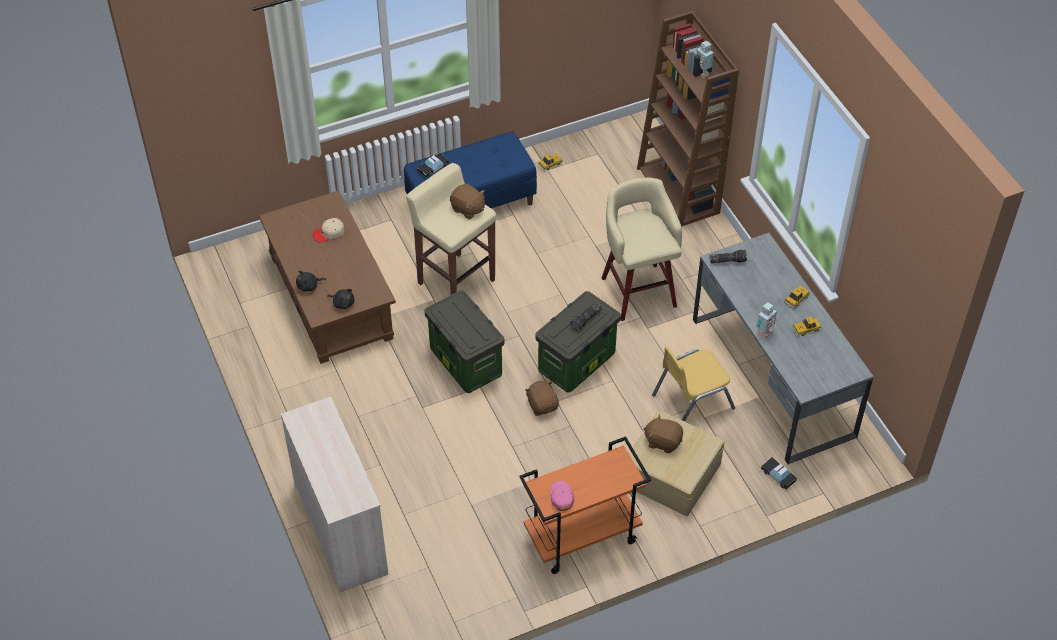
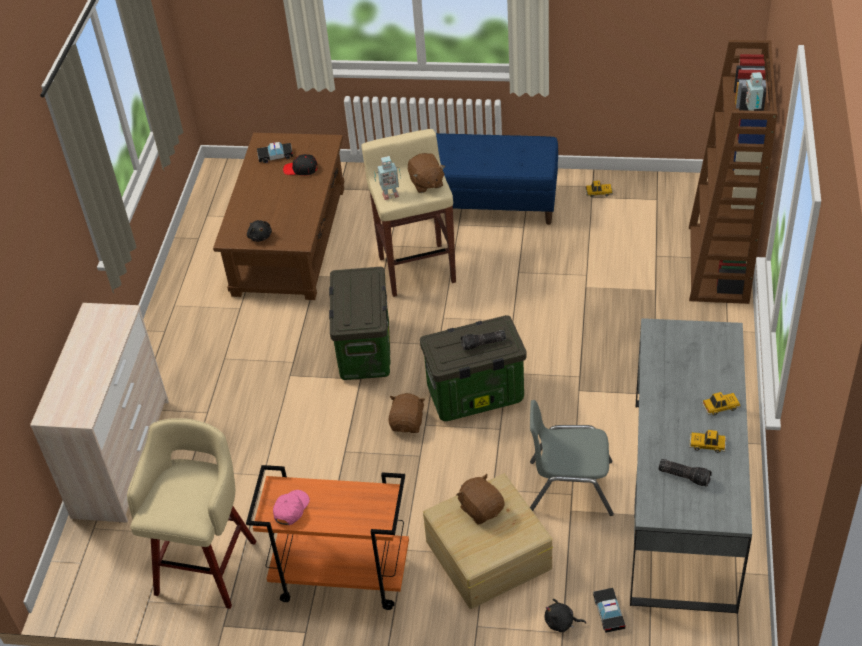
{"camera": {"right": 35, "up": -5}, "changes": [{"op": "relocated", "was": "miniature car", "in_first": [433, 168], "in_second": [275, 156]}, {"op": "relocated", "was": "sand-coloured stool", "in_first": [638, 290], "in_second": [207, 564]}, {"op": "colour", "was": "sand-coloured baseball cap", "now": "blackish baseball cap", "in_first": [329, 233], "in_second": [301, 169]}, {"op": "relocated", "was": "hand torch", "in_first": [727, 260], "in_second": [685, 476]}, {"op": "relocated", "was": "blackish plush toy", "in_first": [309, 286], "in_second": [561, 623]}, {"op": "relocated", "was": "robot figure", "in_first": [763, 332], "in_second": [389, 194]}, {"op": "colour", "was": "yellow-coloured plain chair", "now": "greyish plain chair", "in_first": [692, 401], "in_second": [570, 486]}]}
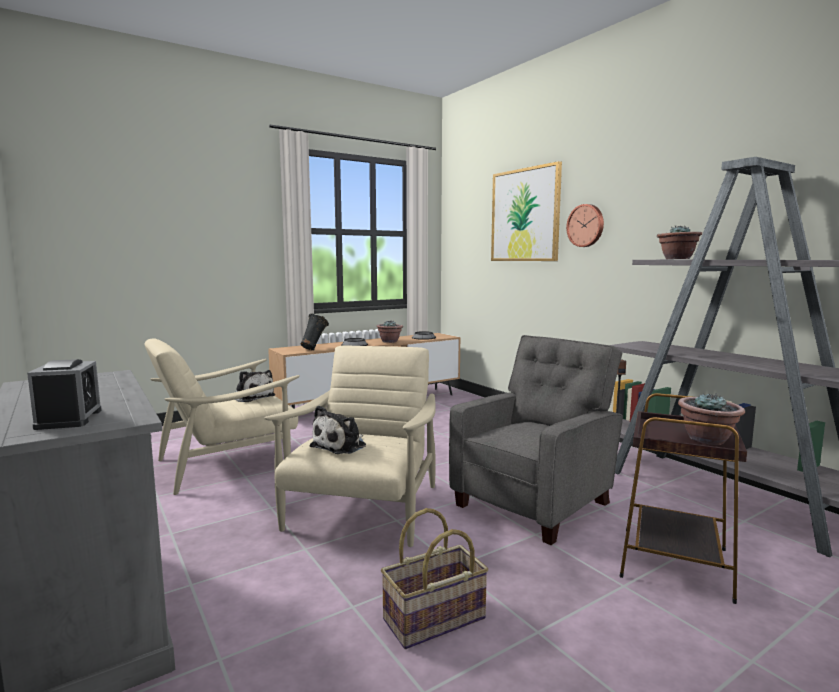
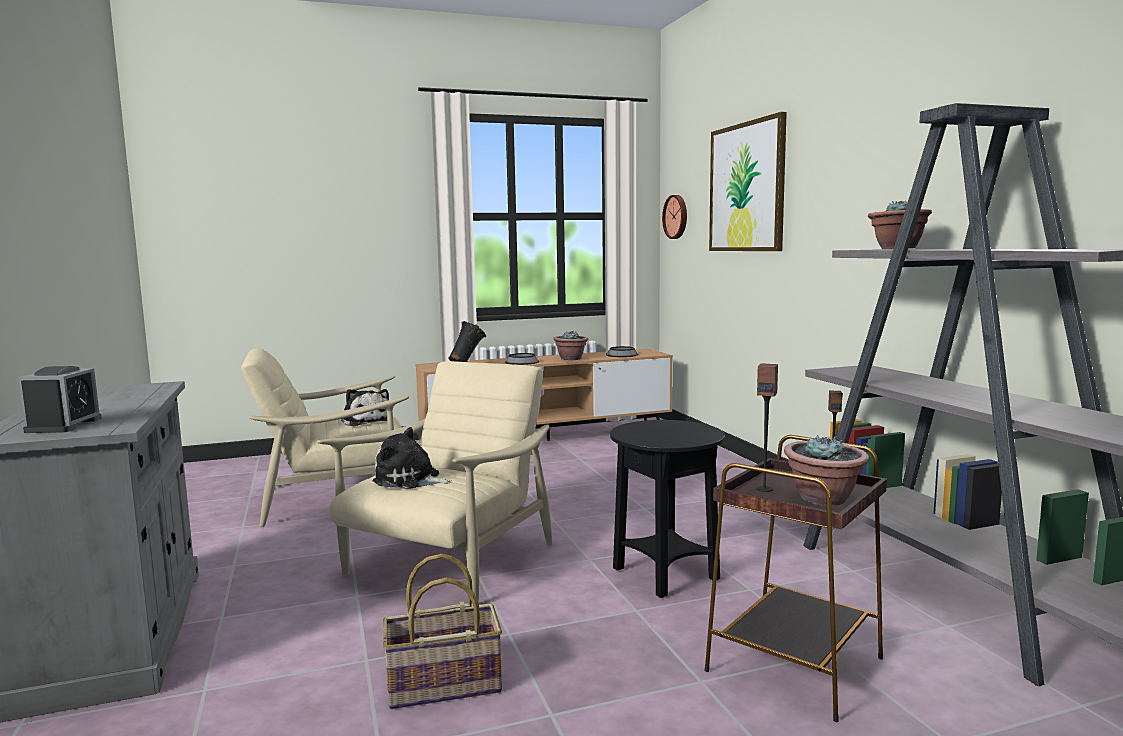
{"camera": {"right": 15, "up": 0}, "changes": [{"op": "relocated", "was": "hanging clock", "in_first": [586, 225], "in_second": [676, 217]}, {"op": "exchanged", "was": "greyish lounge chair", "now": "blackish end table", "in_first": [535, 503], "in_second": [666, 575]}, {"op": "spun", "was": "plush toy", "in_first": [341, 446], "in_second": [410, 480], "clockwise": 60}, {"op": "appeared", "now": "audio speaker", "in_second": [764, 489]}]}
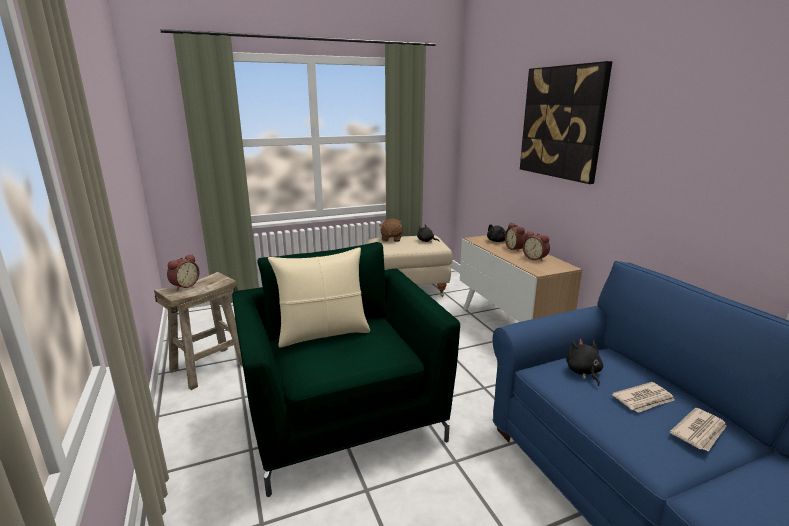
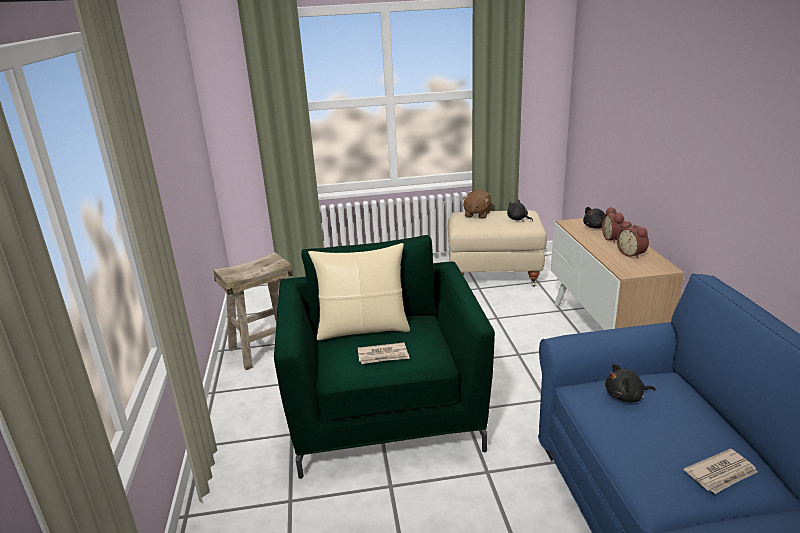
{"camera": {"right": 15, "up": 5}, "changes": [{"op": "missing", "was": "picture", "in_first": [562, 122]}, {"op": "missing", "was": "bedside clock", "in_first": [184, 285]}, {"op": "spun", "was": "blackish plush toy", "in_first": [583, 372], "in_second": [626, 396], "clockwise": -105}, {"op": "relocated", "was": "printed paper", "in_first": [644, 399], "in_second": [383, 355]}]}
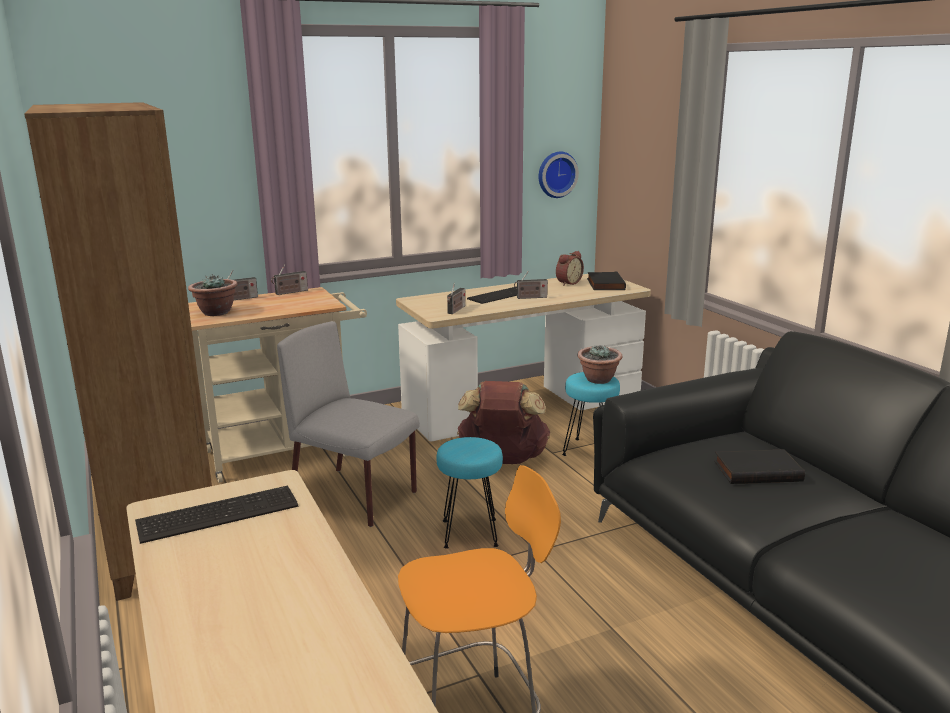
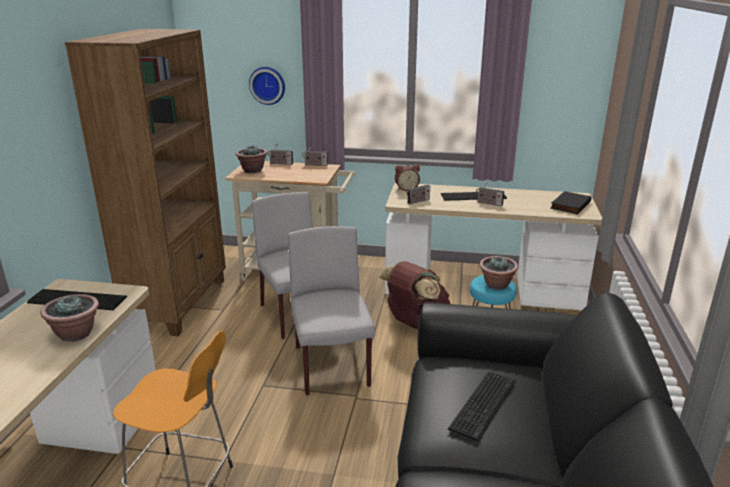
{"camera": {"right": 35, "up": 5}, "changes": [{"op": "relocated", "was": "hanging clock", "in_first": [556, 174], "in_second": [268, 85]}, {"op": "relocated", "was": "bedside clock", "in_first": [567, 283], "in_second": [406, 189]}, {"op": "exchanged", "was": "turquoise stool", "now": "greyish plain chair", "in_first": [470, 532], "in_second": [332, 367]}, {"op": "exchanged", "was": "blackish bound book", "now": "keyboard", "in_first": [757, 470], "in_second": [485, 404]}, {"op": "appeared", "now": "plant in a pot", "in_second": [76, 334]}]}
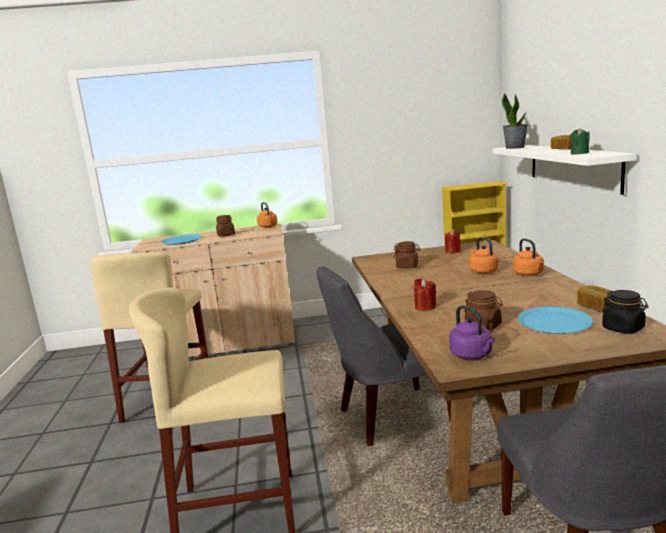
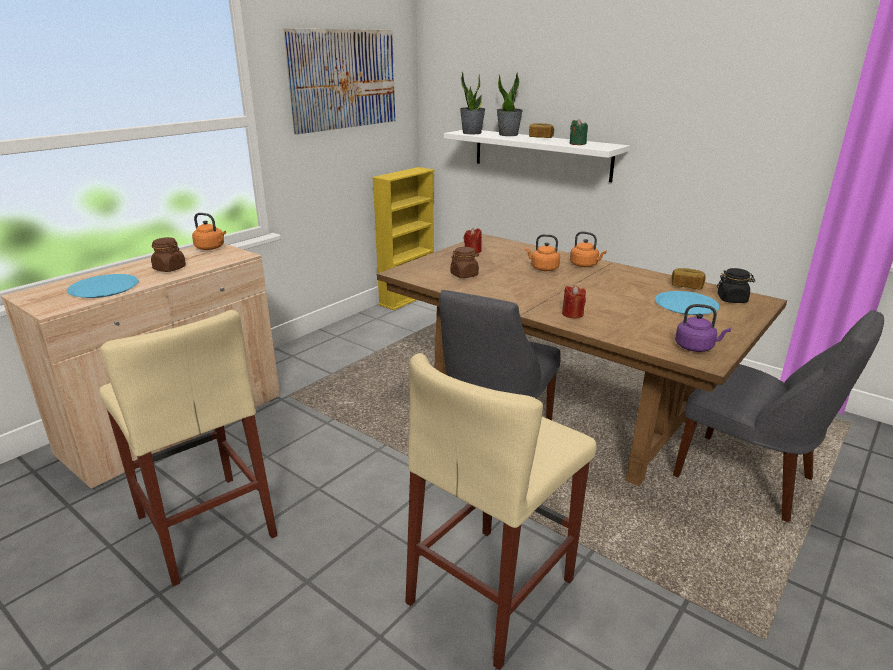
{"camera": {"right": -45, "up": 10}, "changes": [{"op": "missing", "was": "brown storage jar", "in_first": [483, 326]}, {"op": "appeared", "now": "picture", "in_second": [343, 79]}, {"op": "appeared", "now": "plant in a pot", "in_second": [508, 135]}]}
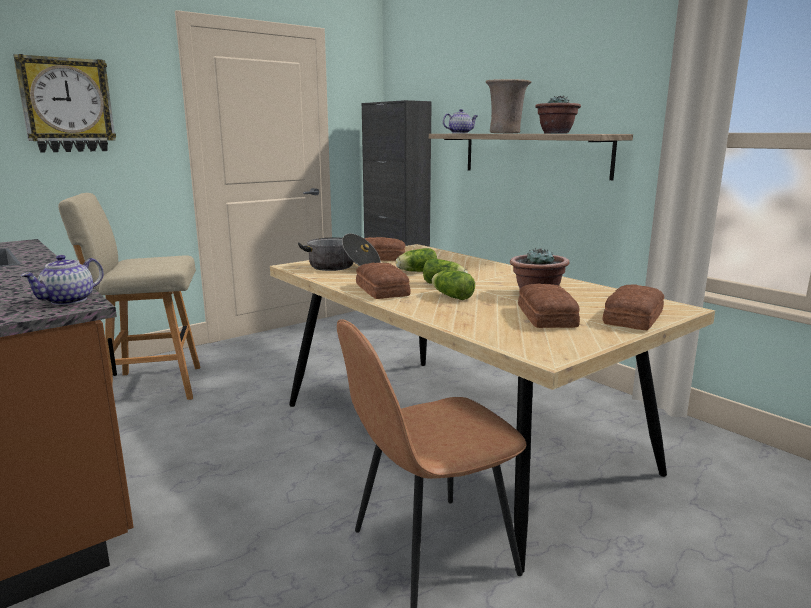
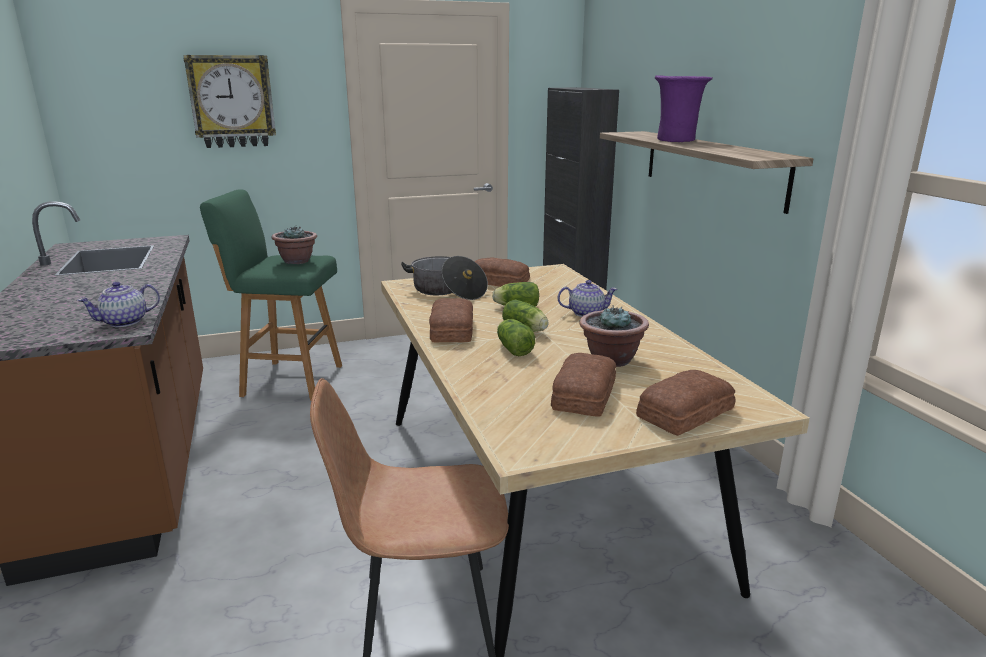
{"camera": {"right": 20, "up": 5}, "changes": [{"op": "colour", "was": "sand-coloured decorative vase", "now": "purplish decorative vase", "in_first": [506, 133], "in_second": [677, 140]}, {"op": "relocated", "was": "plant in a pot", "in_first": [555, 133], "in_second": [297, 261]}, {"op": "relocated", "was": "pot for tea", "in_first": [460, 133], "in_second": [586, 313]}, {"op": "colour", "was": "sand-coloured stool", "now": "greenish stool", "in_first": [151, 386], "in_second": [289, 380]}]}
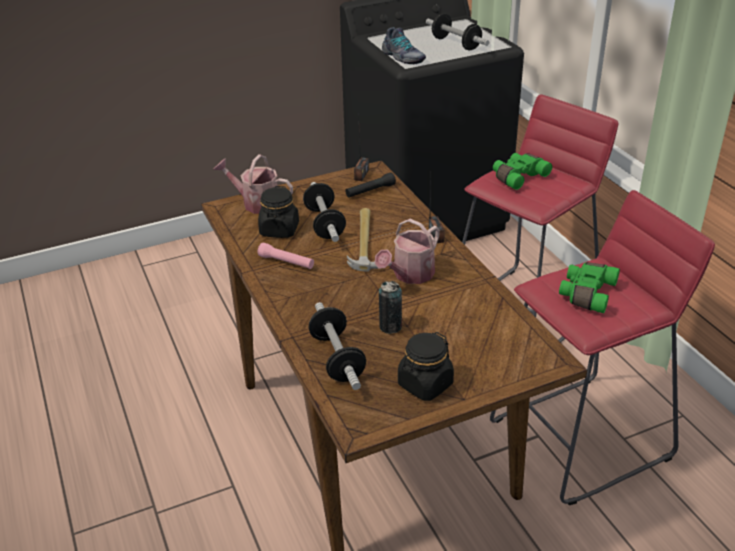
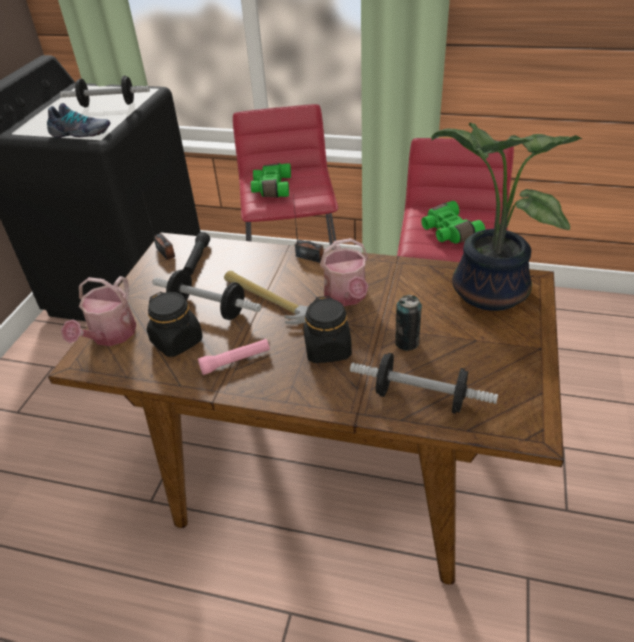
{"camera": {"right": -50, "up": 5}, "changes": [{"op": "spun", "was": "watering pot", "in_first": [256, 203], "in_second": [110, 336], "clockwise": -45}, {"op": "relocated", "was": "blackish storage jar", "in_first": [425, 384], "in_second": [328, 349]}, {"op": "appeared", "now": "plant in a pot", "in_second": [484, 291]}]}
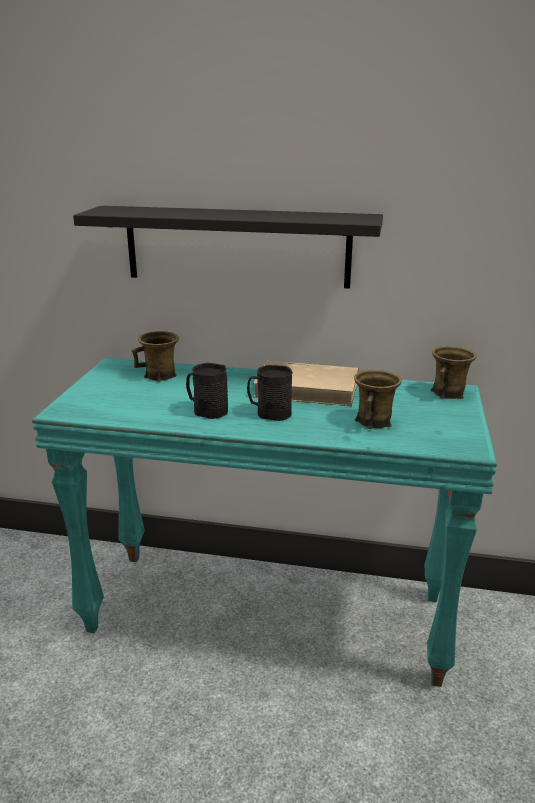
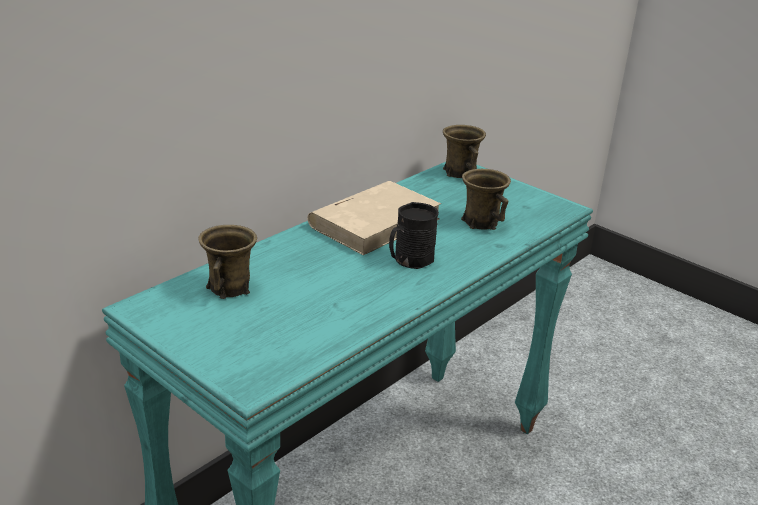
{"camera": {"right": -60, "up": 5}, "changes": [{"op": "missing", "was": "blackish bracket shelf", "in_first": [237, 246]}, {"op": "missing", "was": "blackish mug", "in_first": [206, 410]}]}
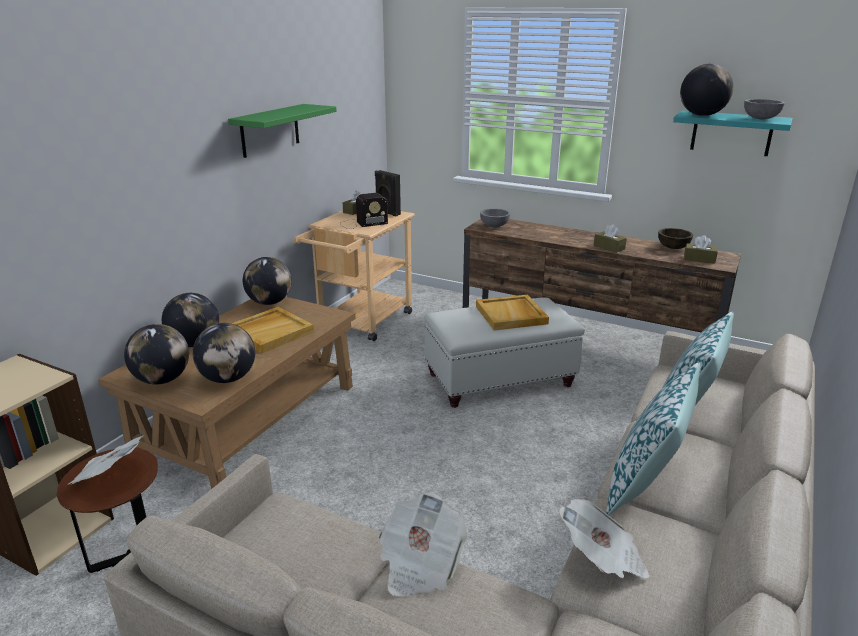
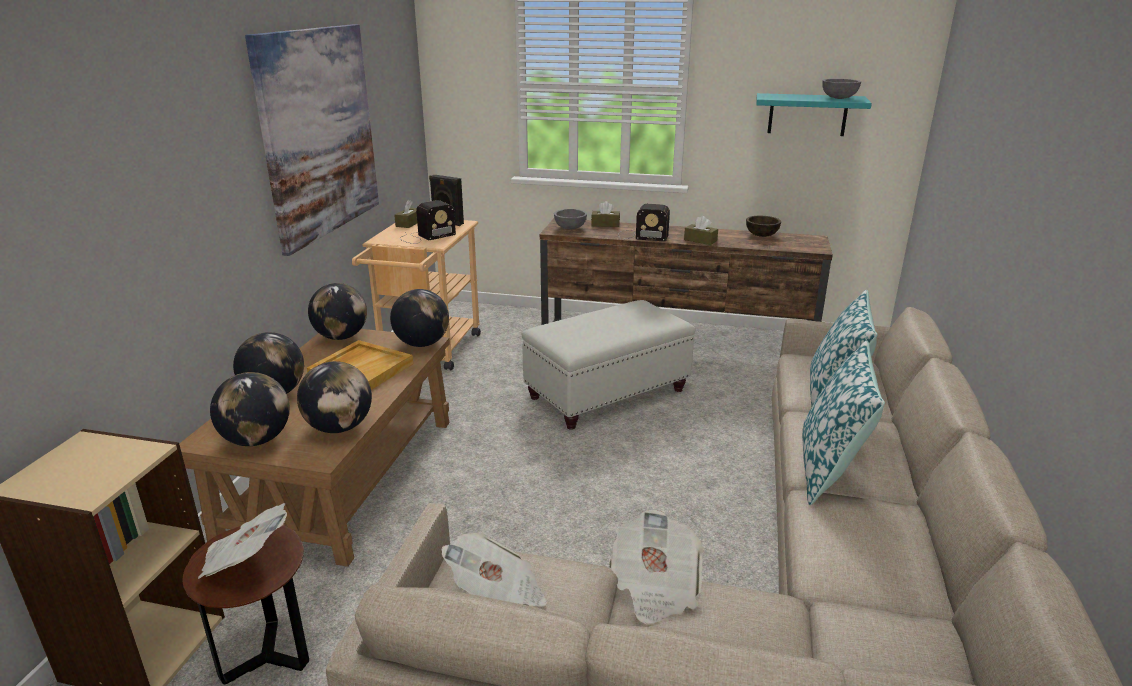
{"camera": {"right": -15, "up": 0}, "changes": [{"op": "relocated", "was": "desk globe", "in_first": [702, 115], "in_second": [422, 344]}, {"op": "exchanged", "was": "greenish bracket shelf", "now": "picture", "in_first": [270, 130], "in_second": [319, 133]}, {"op": "relocated", "was": "brown tissue holder", "in_first": [699, 259], "in_second": [605, 224]}, {"op": "missing", "was": "sand-coloured carrying tray", "in_first": [511, 315]}, {"op": "relocated", "was": "printed paper", "in_first": [602, 558], "in_second": [497, 594]}, {"op": "appeared", "now": "radio set", "in_second": [641, 236]}]}
